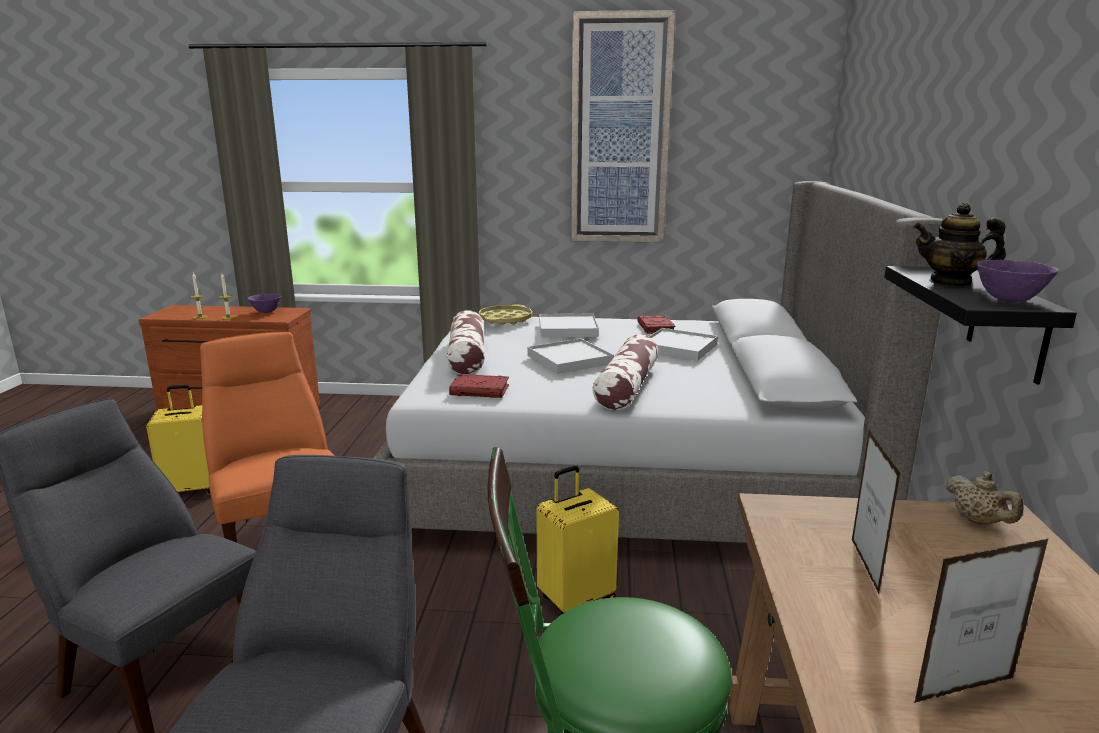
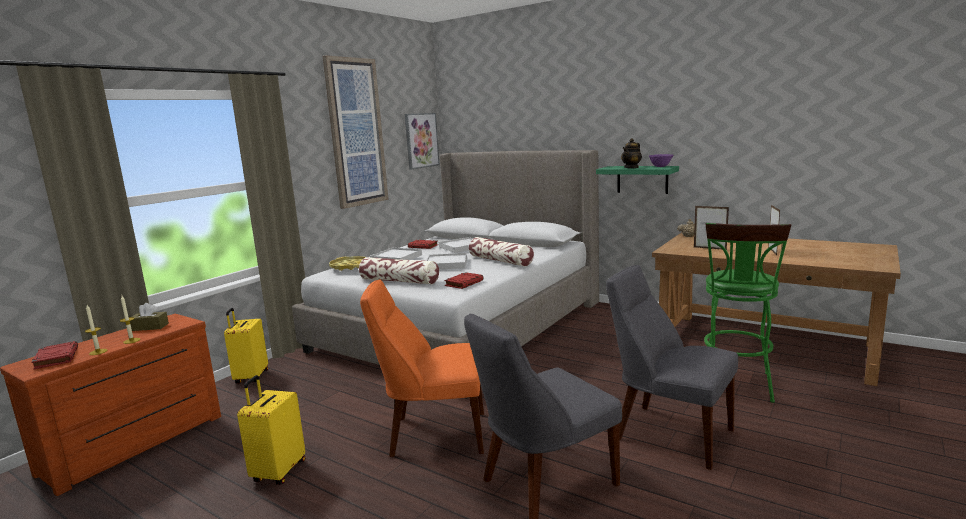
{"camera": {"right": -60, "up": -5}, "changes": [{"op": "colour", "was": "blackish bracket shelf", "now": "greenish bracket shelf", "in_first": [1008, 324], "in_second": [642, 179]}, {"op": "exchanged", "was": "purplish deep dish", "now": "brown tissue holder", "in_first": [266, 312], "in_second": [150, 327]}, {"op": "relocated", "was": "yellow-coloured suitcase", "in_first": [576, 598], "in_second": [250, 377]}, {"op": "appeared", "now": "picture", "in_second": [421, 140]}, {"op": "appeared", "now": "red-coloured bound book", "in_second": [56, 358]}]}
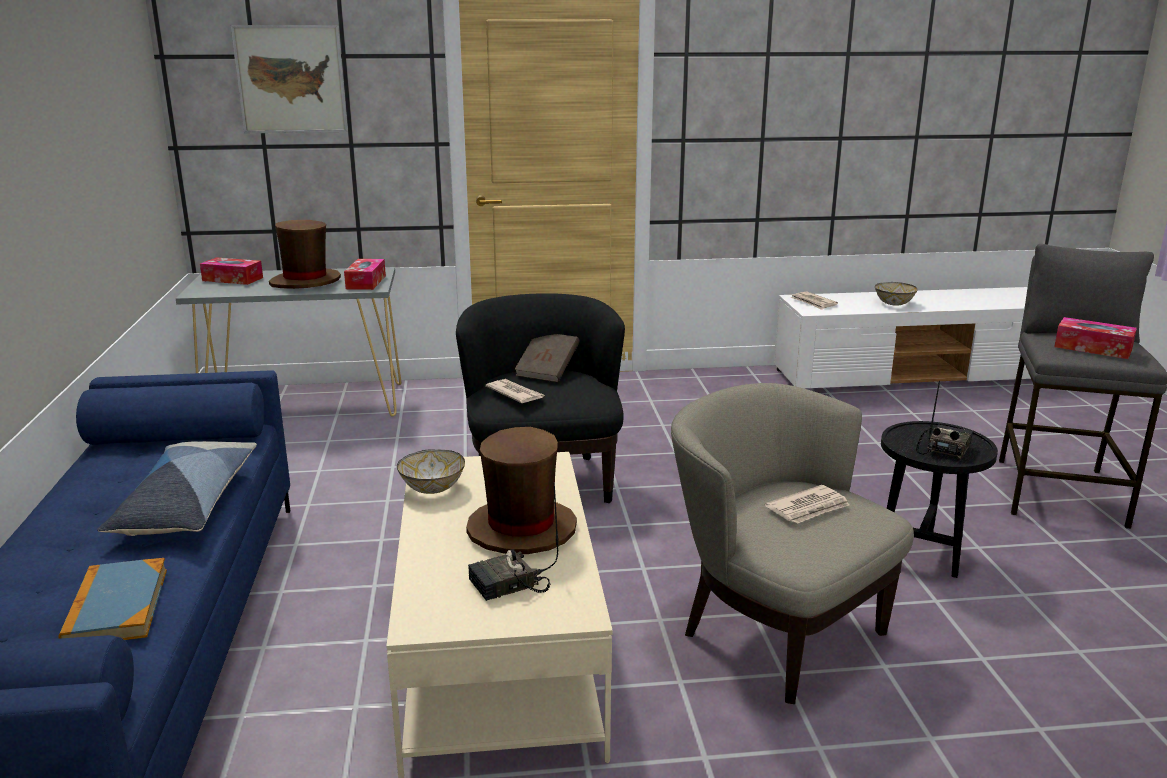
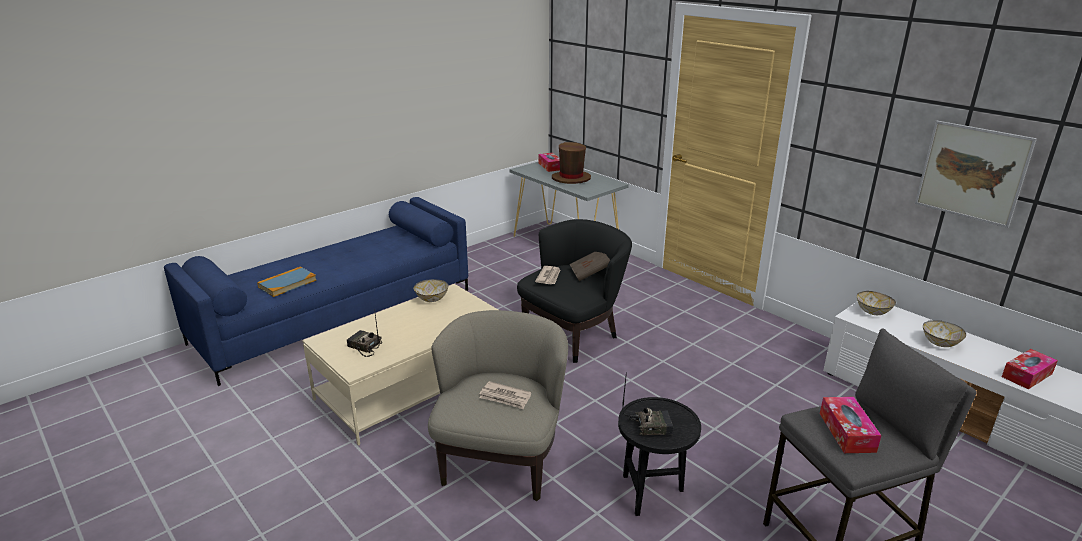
{"camera": {"right": 55, "up": 5}, "changes": [{"op": "relocated", "was": "picture", "in_first": [291, 79], "in_second": [972, 173]}, {"op": "relocated", "was": "tissue holder", "in_first": [366, 282], "in_second": [1027, 375]}, {"op": "exchanged", "was": "printed paper", "now": "deep dish", "in_first": [813, 303], "in_second": [873, 312]}, {"op": "missing", "was": "brown clothing hat", "in_first": [521, 529]}, {"op": "missing", "was": "cushion", "in_first": [186, 504]}]}
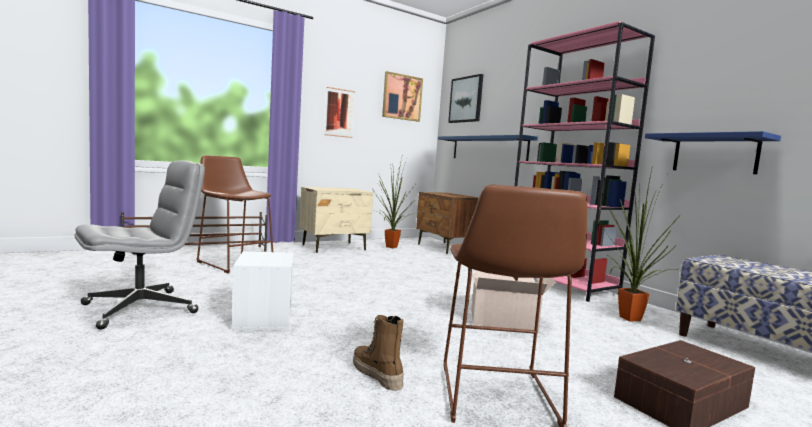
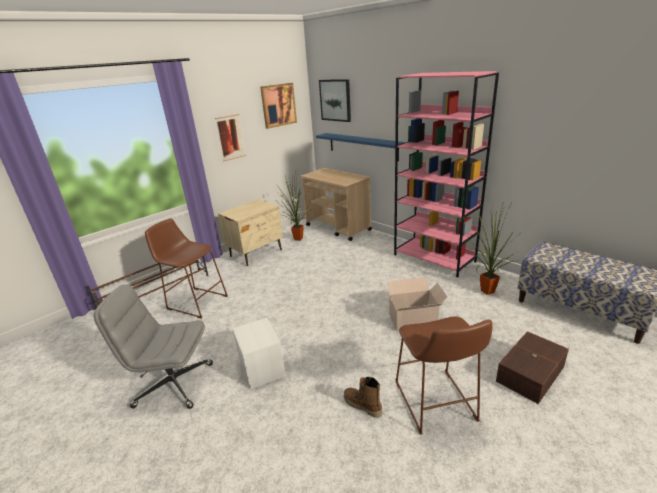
{"camera": {"right": -10, "up": 20}, "changes": [{"op": "missing", "was": "blue-coloured bracket shelf", "in_first": [714, 154]}, {"op": "spun", "was": "greyish desk chair", "in_first": [141, 308], "in_second": [173, 385], "clockwise": -120}, {"op": "exchanged", "was": "brown night table", "now": "sand-coloured wheeled cart", "in_first": [445, 248], "in_second": [338, 228]}]}
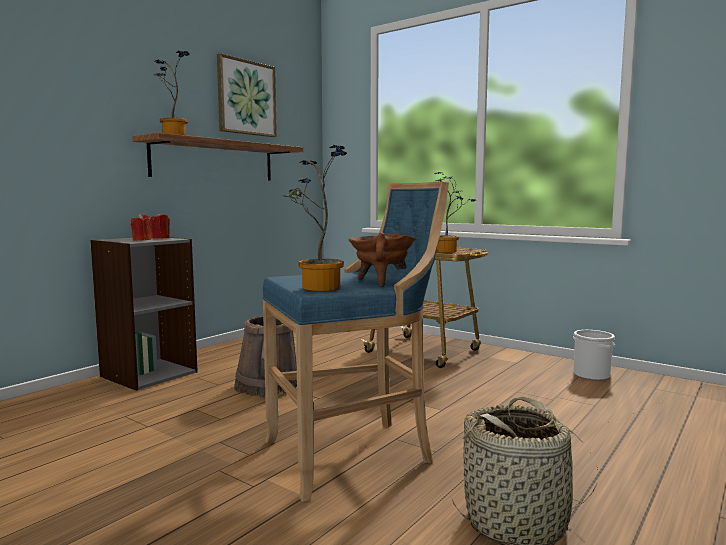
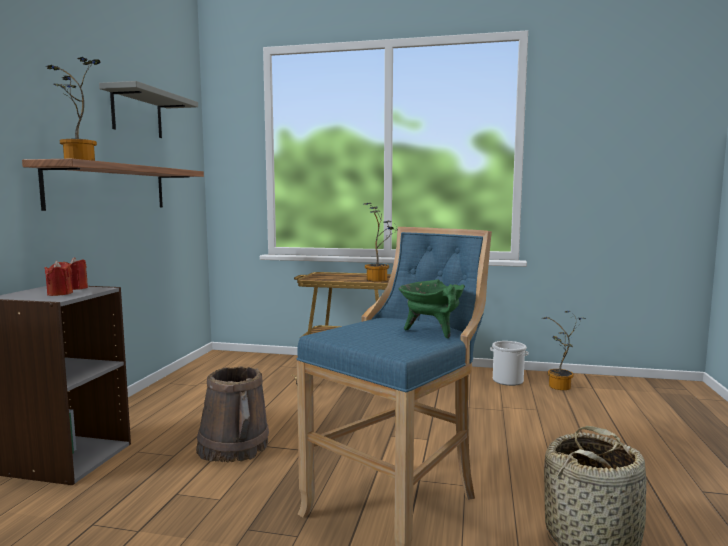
{"camera": {"right": -25, "up": 0}, "changes": [{"op": "exchanged", "was": "picture", "now": "greyish bracket shelf", "in_first": [246, 98], "in_second": [137, 114]}, {"op": "relocated", "was": "plant in a pot", "in_first": [316, 289], "in_second": [560, 388]}, {"op": "colour", "was": "brown cooking pot", "now": "greenish cooking pot", "in_first": [380, 282], "in_second": [431, 331]}]}
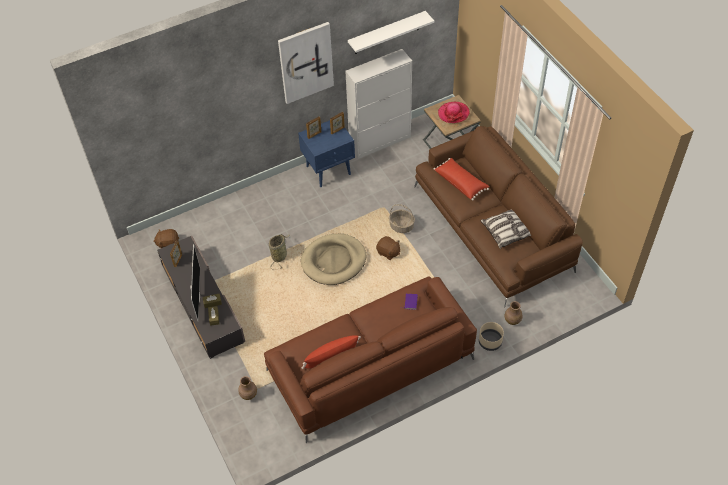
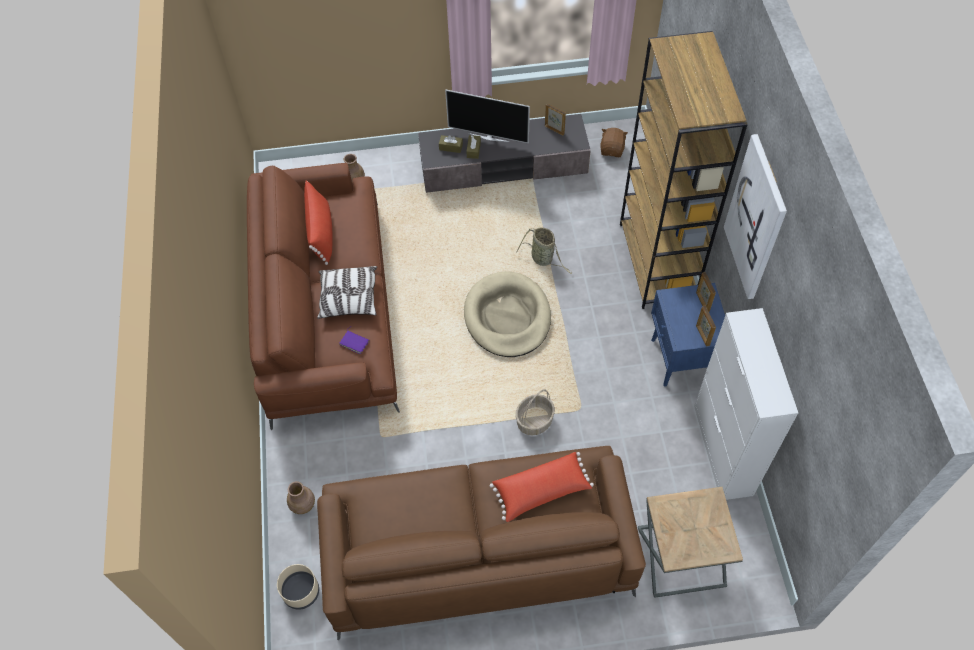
{"camera": {"right": 110, "up": 5}, "changes": [{"op": "missing", "was": "whitish bracket shelf", "in_first": [387, 33]}, {"op": "missing", "was": "clothing hat", "in_first": [453, 113]}, {"op": "relocated", "was": "cushion", "in_first": [506, 232], "in_second": [349, 298]}, {"op": "missing", "was": "brown plush toy", "in_first": [388, 252]}, {"op": "relocated", "was": "sand-coloured plant pot", "in_first": [490, 342], "in_second": [300, 591]}, {"op": "appeared", "now": "brown bookshelf", "in_second": [657, 262]}]}
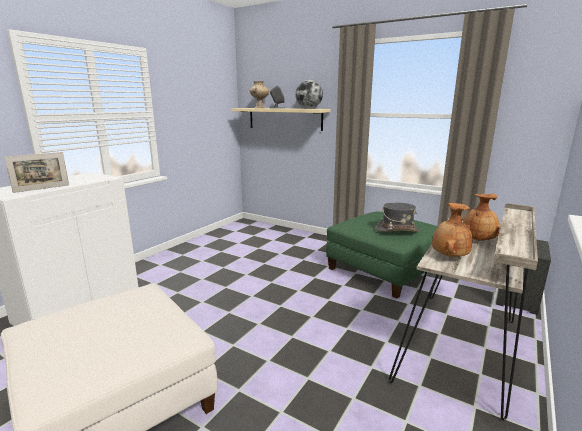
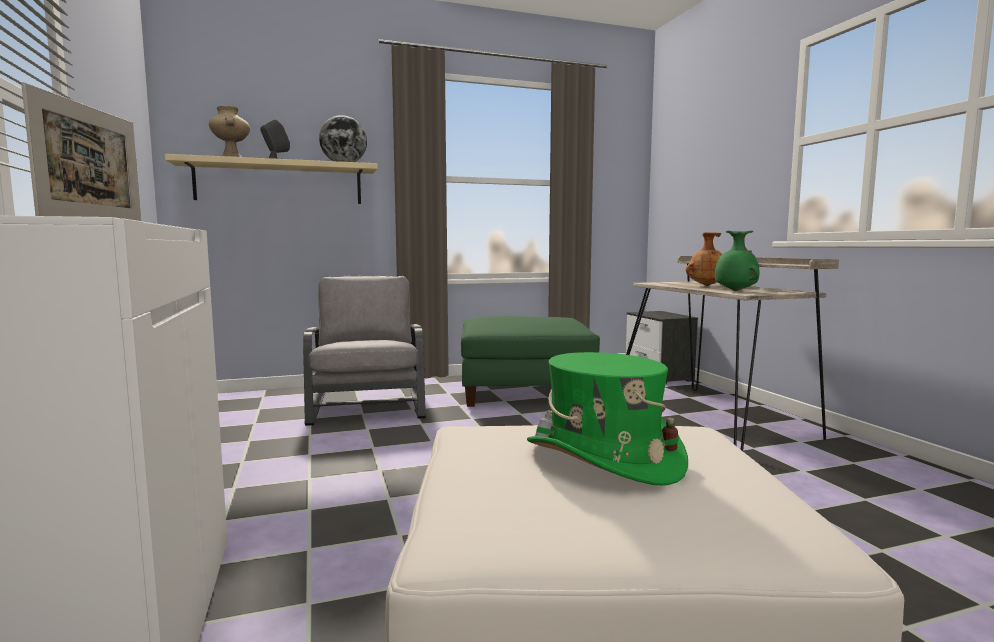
{"camera": {"right": -50, "up": -10}, "changes": [{"op": "missing", "was": "greyish clothing hat", "in_first": [397, 230]}, {"op": "colour", "was": "brown decorative vase", "now": "greenish decorative vase", "in_first": [449, 256], "in_second": [735, 291]}, {"op": "appeared", "now": "greyish lounge chair", "in_second": [368, 405]}, {"op": "appeared", "now": "greenish clothing hat", "in_second": [603, 457]}]}
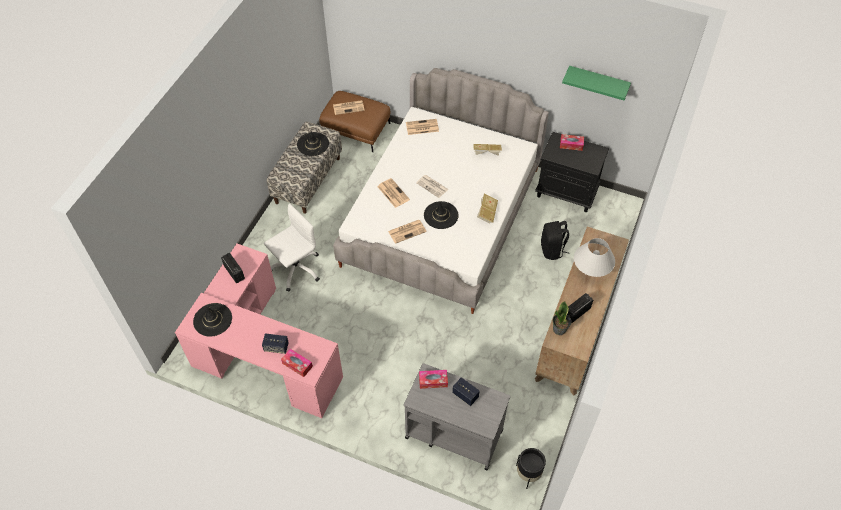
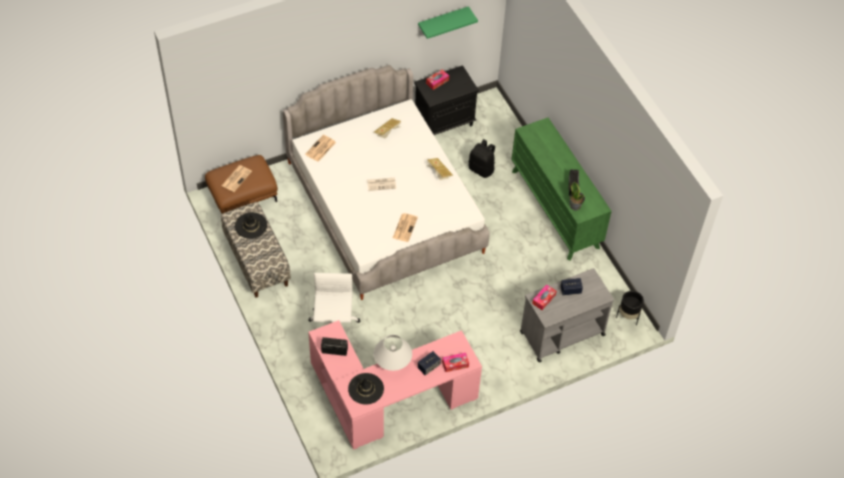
{"camera": {"right": -50, "up": 0}, "changes": [{"op": "missing", "was": "printed paper", "in_first": [392, 193]}, {"op": "missing", "was": "blackish clothing hat", "in_first": [441, 215]}, {"op": "colour", "was": "brown chest of drawers", "now": "greenish chest of drawers", "in_first": [575, 330], "in_second": [555, 209]}, {"op": "relocated", "was": "whitish table lamp", "in_first": [591, 269], "in_second": [392, 361]}]}
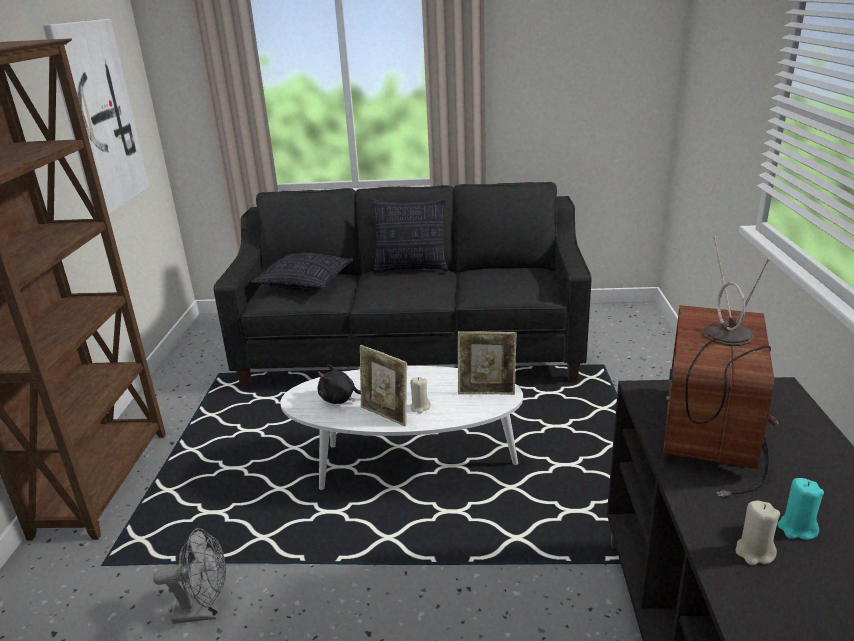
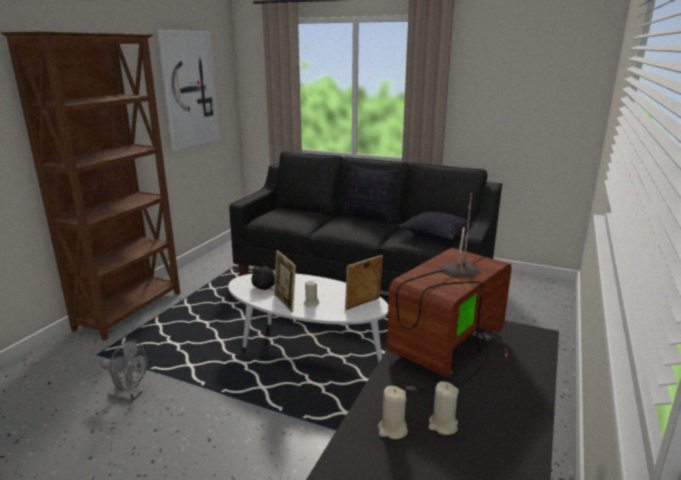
{"camera": {"right": 20, "up": -5}, "changes": [{"op": "relocated", "was": "cushion", "in_first": [305, 283], "in_second": [437, 235]}, {"op": "spun", "was": "standing frame", "in_first": [487, 392], "in_second": [363, 305], "clockwise": 120}, {"op": "colour", "was": "turquoise wax light", "now": "sand-coloured wax light", "in_first": [797, 528], "in_second": [442, 425]}]}
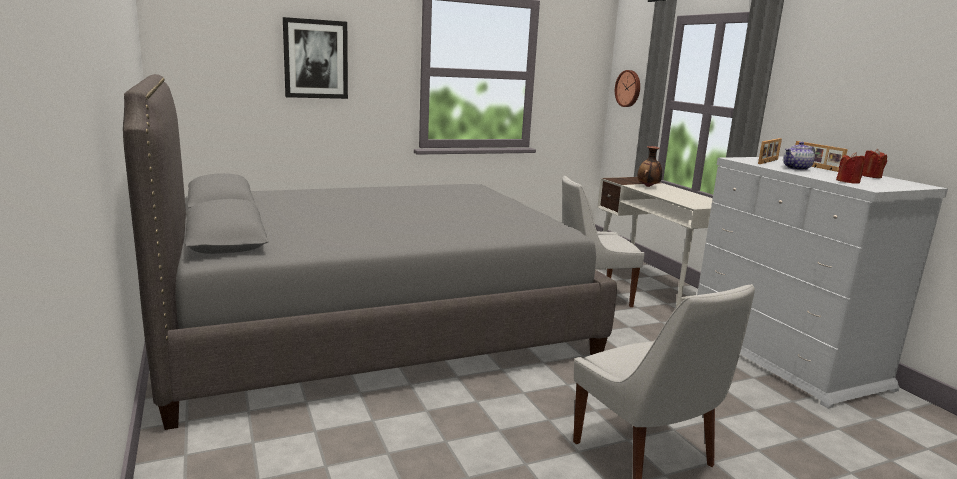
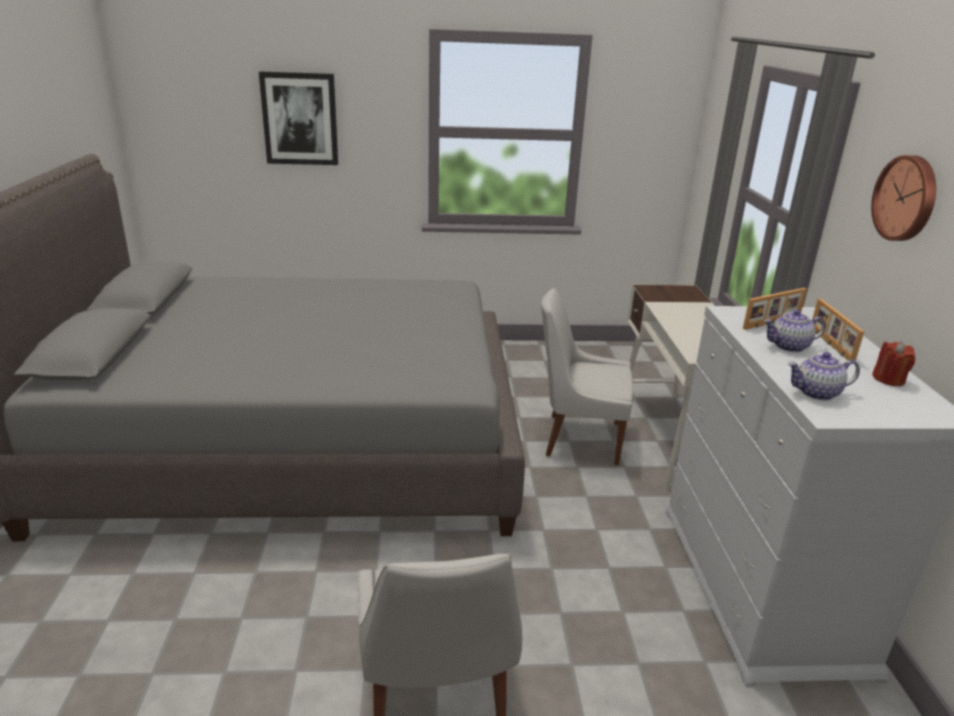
{"camera": {"right": 20, "up": 10}, "changes": [{"op": "relocated", "was": "hanging clock", "in_first": [629, 88], "in_second": [907, 198]}, {"op": "missing", "was": "decorative vase", "in_first": [648, 186]}, {"op": "exchanged", "was": "red-coloured wax light", "now": "pot for tea", "in_first": [848, 182], "in_second": [816, 393]}]}
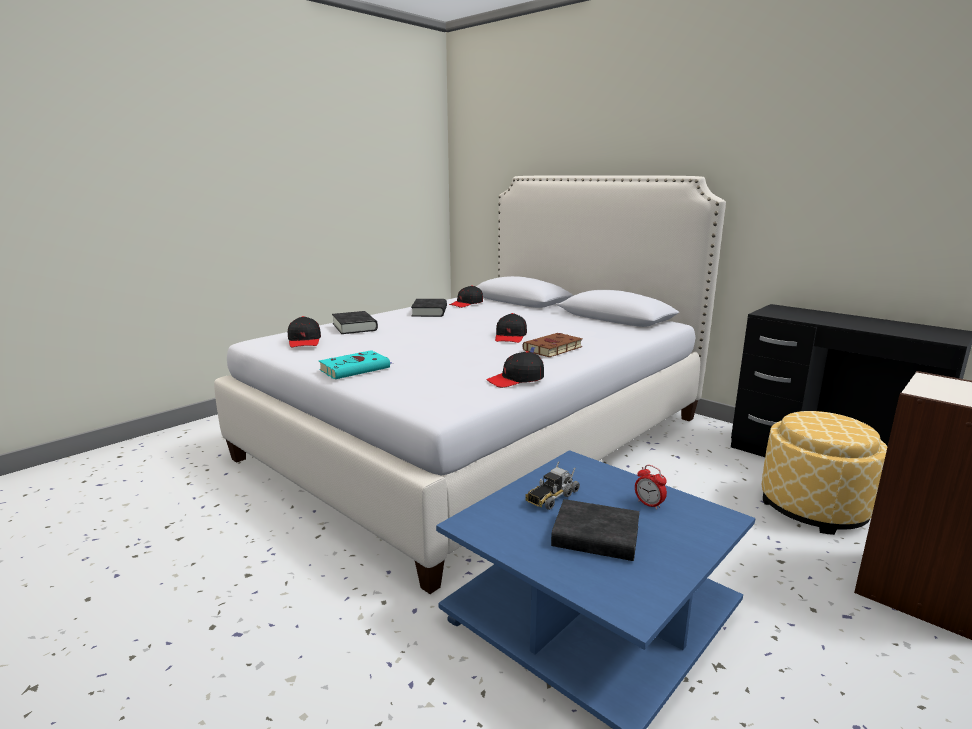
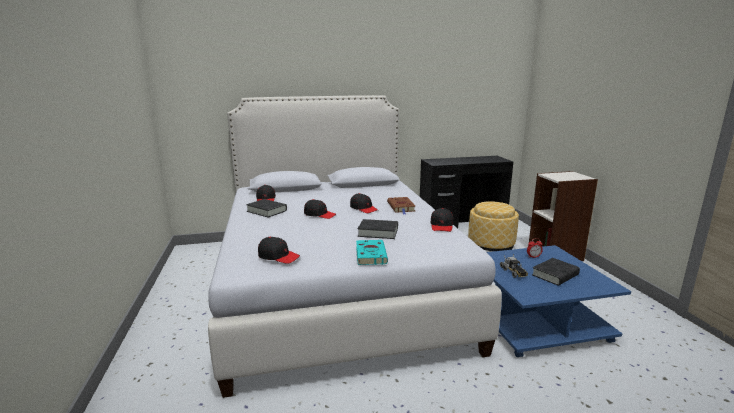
{"camera": {"right": -55, "up": 0}, "changes": [{"op": "relocated", "was": "blackish bound book", "in_first": [354, 327], "in_second": [378, 232]}, {"op": "appeared", "now": "blackish baseball cap", "in_second": [319, 214]}]}
